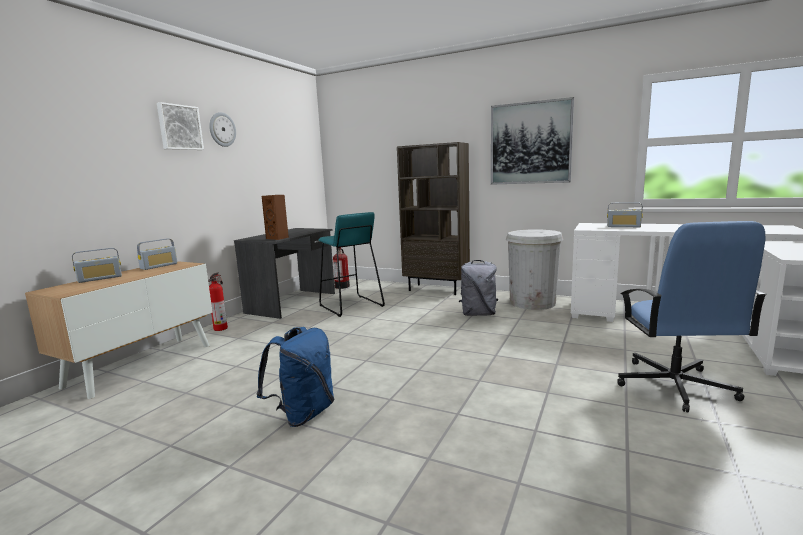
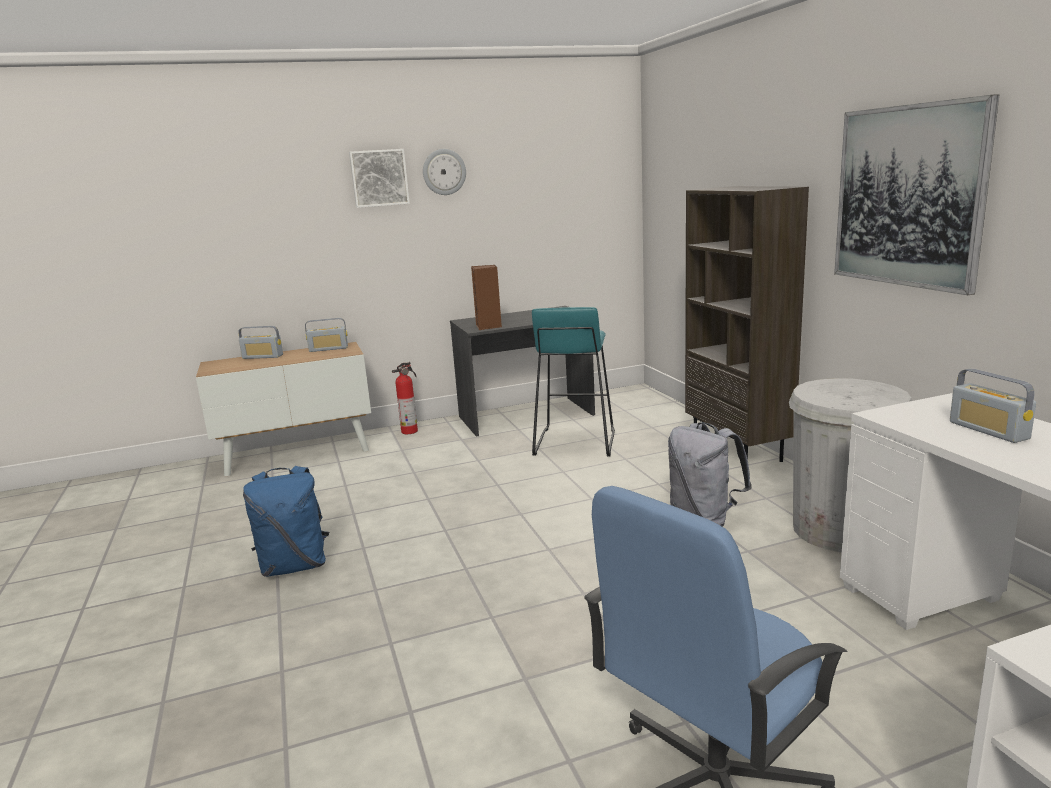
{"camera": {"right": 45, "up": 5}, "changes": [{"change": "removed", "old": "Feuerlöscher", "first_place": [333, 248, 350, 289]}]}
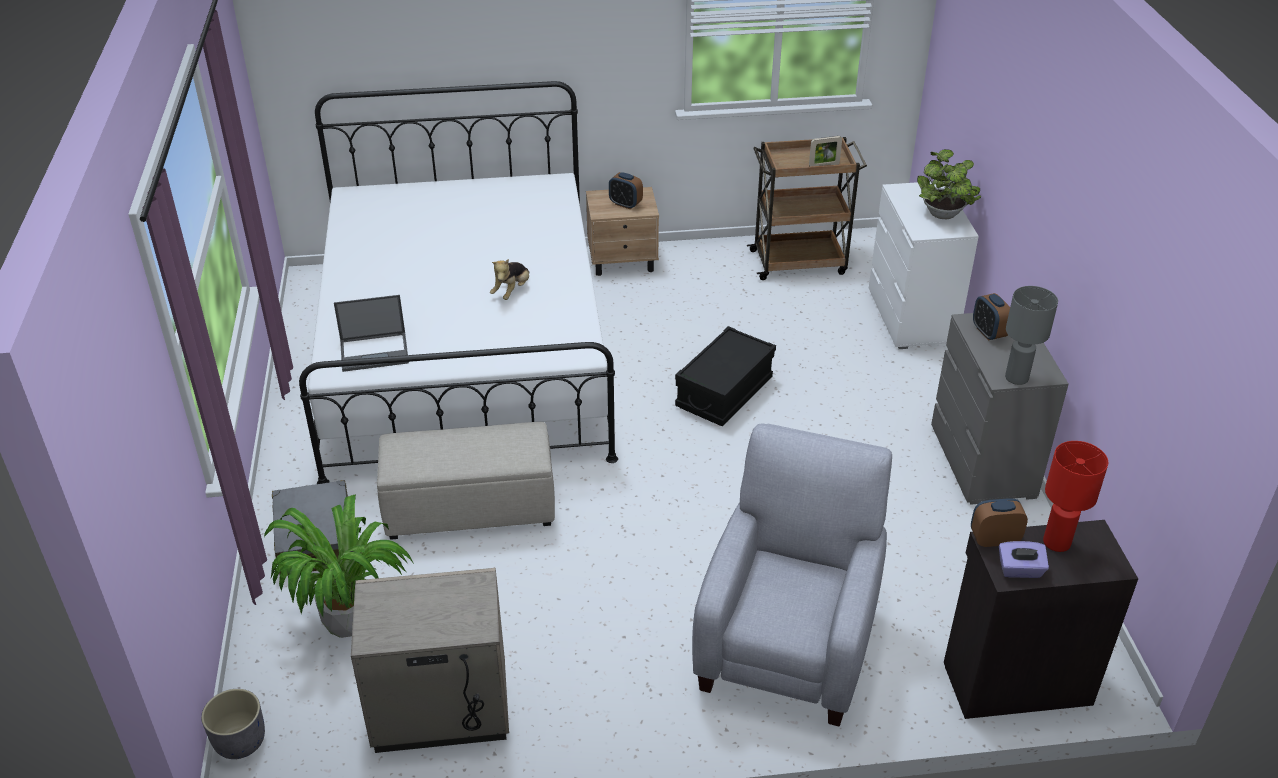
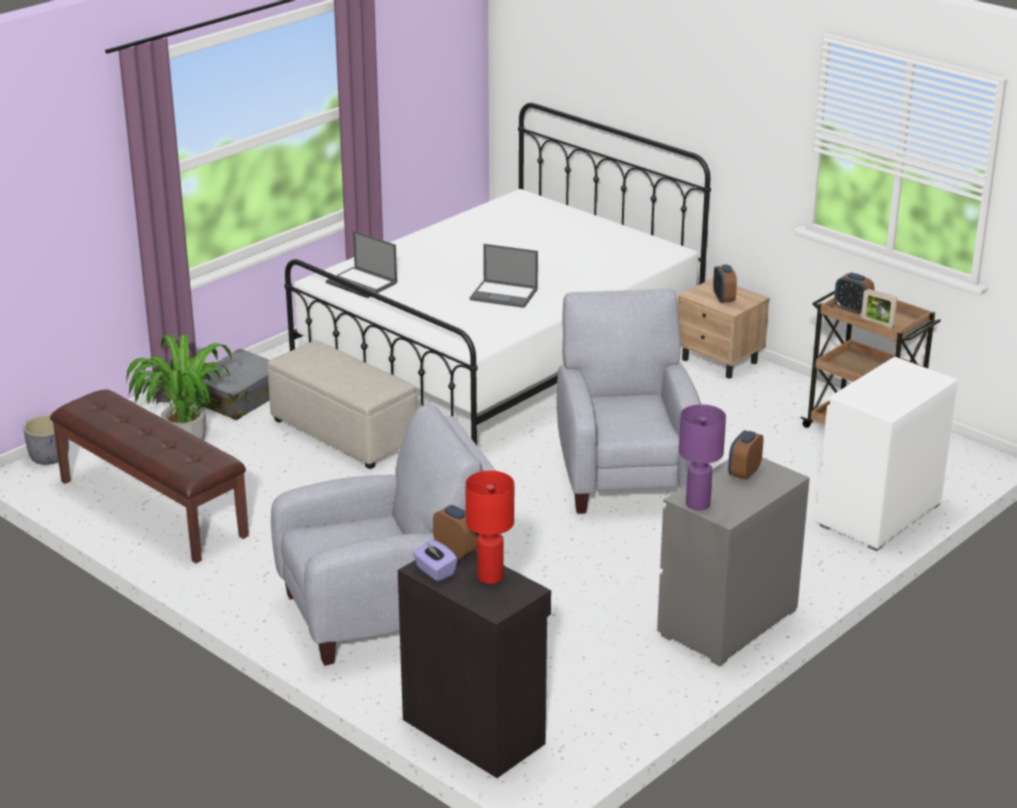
{"camera": {"right": 50, "up": -10}, "changes": [{"change": "replaced", "old": "Nachttisch [beige]", "new": "Bank [braun]", "first_place": [351, 568, 509, 753], "second_place": [50, 389, 249, 563]}, {"change": "replaced", "old": "Plüschtier", "new": "Laptop", "first_place": [490, 259, 529, 300], "second_place": [470, 244, 538, 308]}, {"change": "replaced", "old": "Aufbewahrungsbox [schwarz]", "new": "Sessel [grau]", "first_place": [675, 326, 776, 426], "second_place": [557, 288, 701, 514]}, {"change": "removed", "old": "Topfpflanze", "first_place": [917, 149, 981, 219]}, {"change": "recoloured", "old": "Tischlampe [grau]", "new": "Tischlampe [lila]", "first_place": [1005, 286, 1058, 385], "second_place": [679, 404, 726, 511]}, {"change": "added", "new": "Wecker", "second_place": [834, 273, 875, 314]}]}
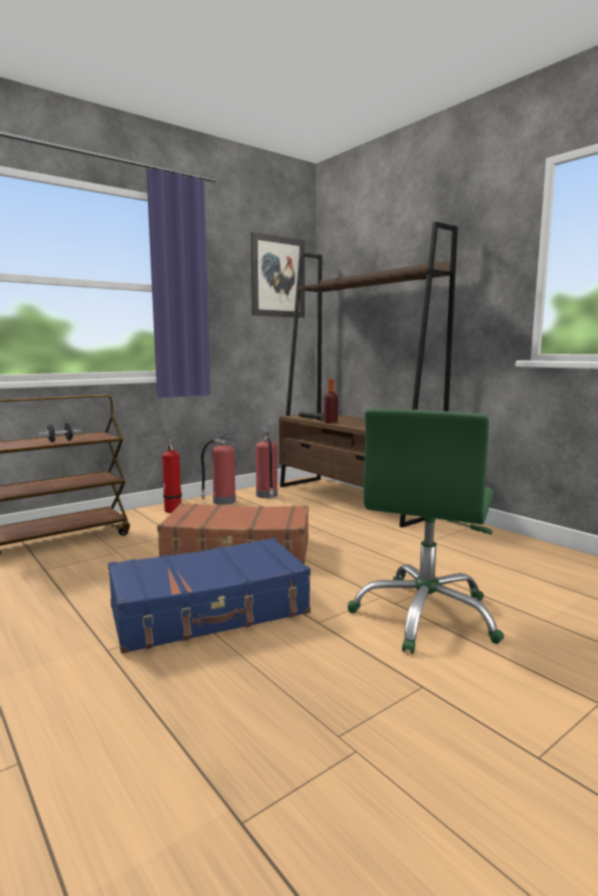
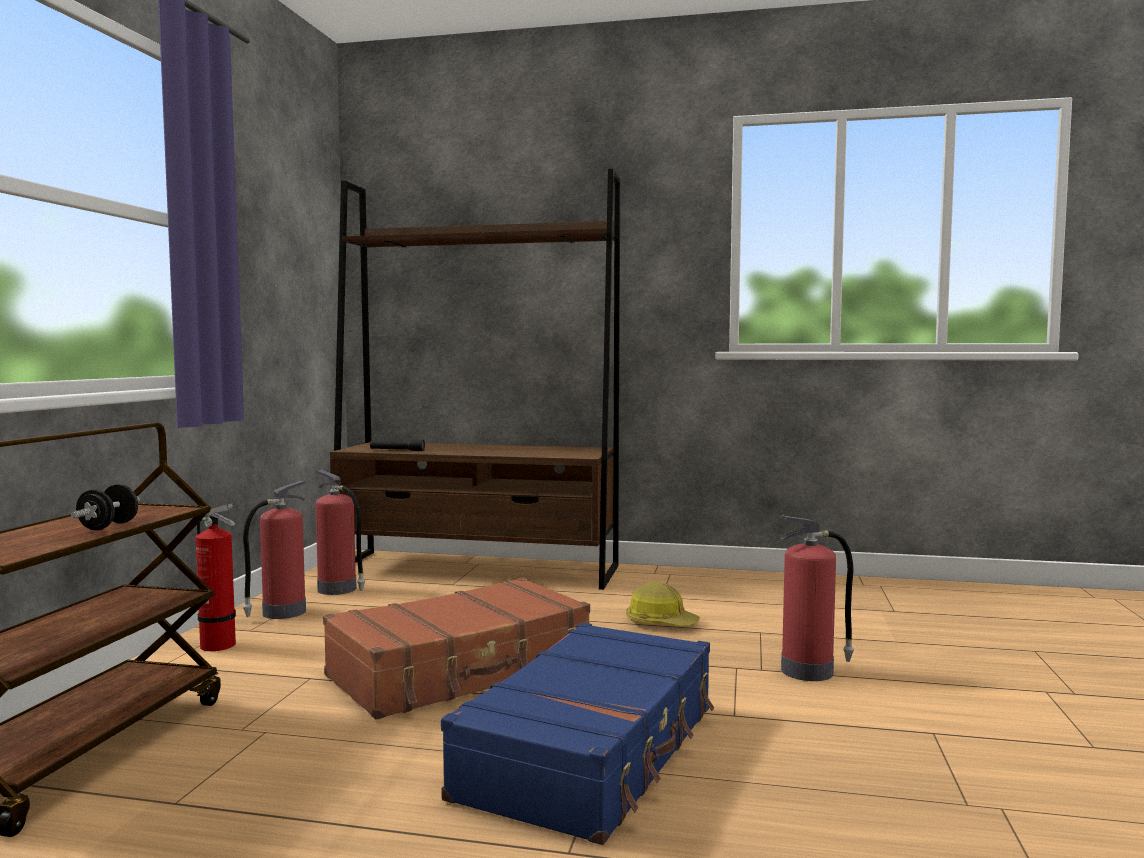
{"camera": {"right": -40, "up": -5}, "changes": [{"change": "removed", "old": "Bild", "first_place": [251, 232, 305, 318]}, {"change": "removed", "old": "Flasche", "first_place": [324, 379, 338, 423]}, {"change": "replaced", "old": "Bürostuhl [grün]", "new": "Feuerlöscher", "first_place": [348, 409, 504, 654], "second_place": [780, 515, 854, 681]}, {"change": "added", "new": "Schutzhelm", "second_place": [626, 581, 700, 626]}]}
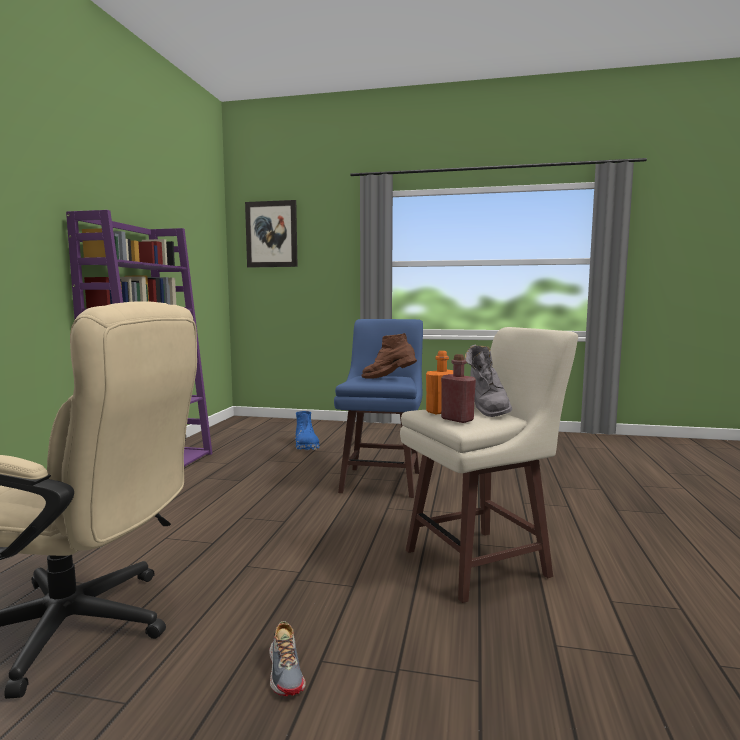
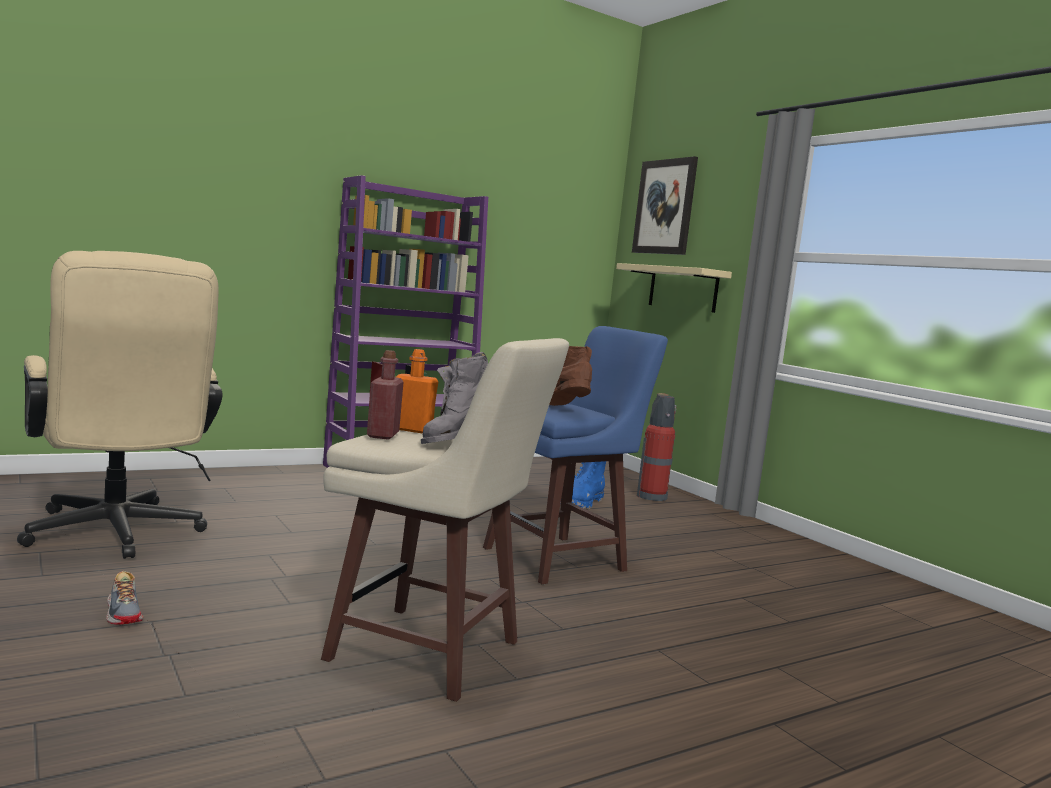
{"camera": {"right": 45, "up": 0}, "changes": [{"change": "turned", "old": "Schuh", "first_place": [269, 621, 306, 696], "second_place": [106, 571, 143, 625], "degrees": -60}, {"change": "added", "new": "Wandregal [beige]", "second_place": [616, 263, 732, 313]}, {"change": "added", "new": "Feuerlöscher", "second_place": [637, 393, 677, 501]}]}
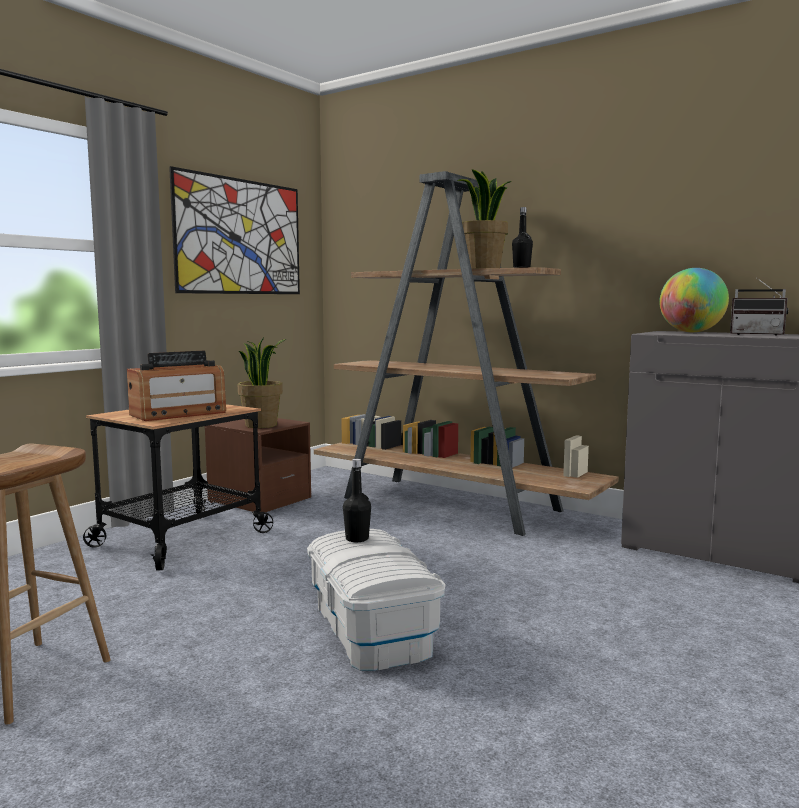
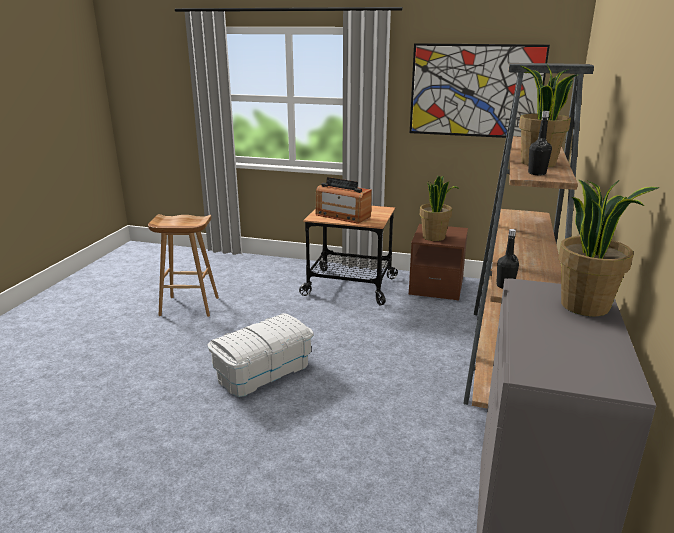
{"camera": {"right": 70, "up": 15}, "changes": [{"change": "moved", "old": "Flasche [schwarz]", "first_place": [343, 459, 371, 542], "second_place": [496, 229, 519, 289]}, {"change": "replaced", "old": "Globus", "new": "Topfpflanze", "first_place": [659, 268, 729, 332], "second_place": [558, 179, 660, 316]}, {"change": "removed", "old": "Radio", "first_place": [730, 277, 788, 336]}]}
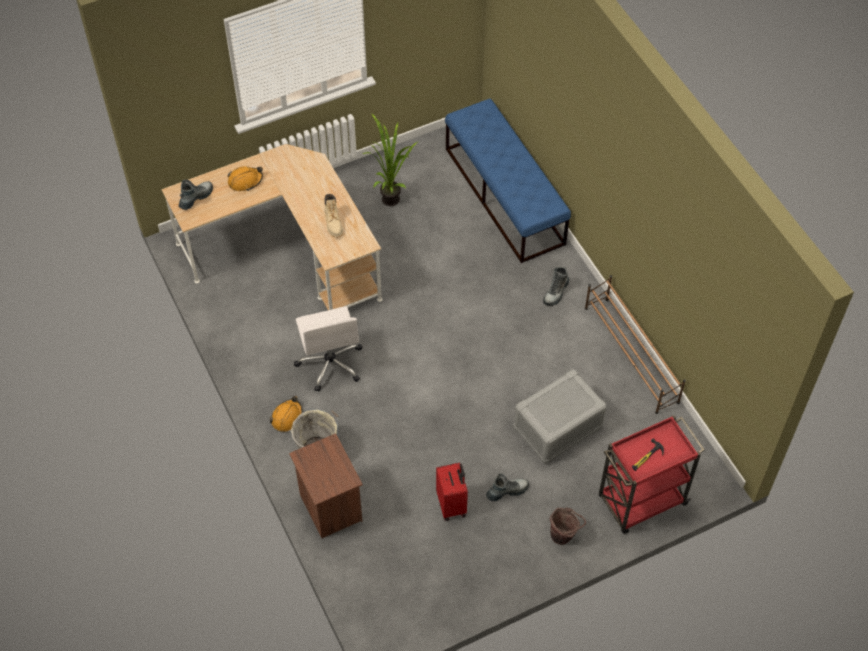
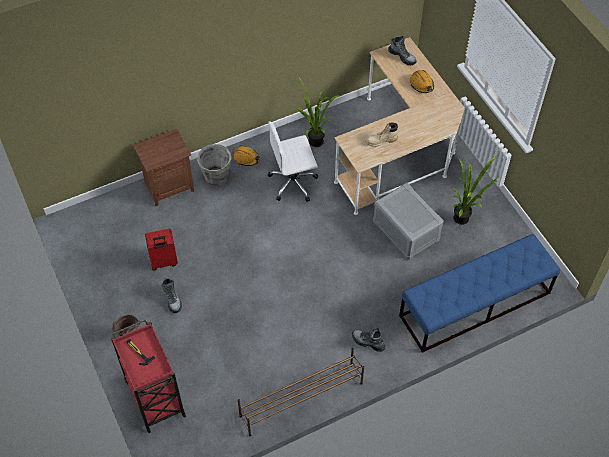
{"camera": {"right": 90, "up": 0}, "changes": [{"change": "moved", "old": "Aufbewahrungsbox [grau]", "first_place": [514, 369, 607, 464], "second_place": [373, 183, 444, 259]}, {"change": "added", "new": "Topfpflanze", "second_place": [296, 76, 342, 147]}]}
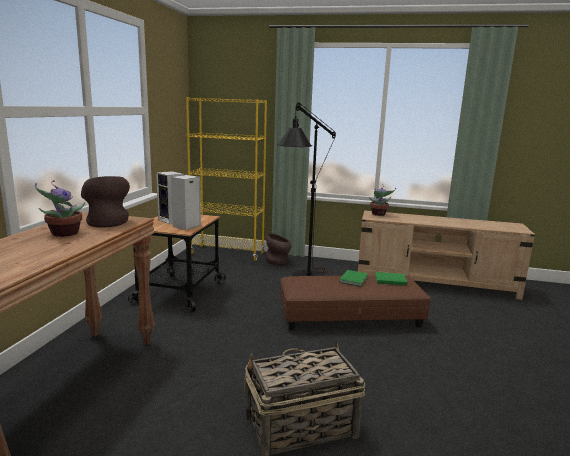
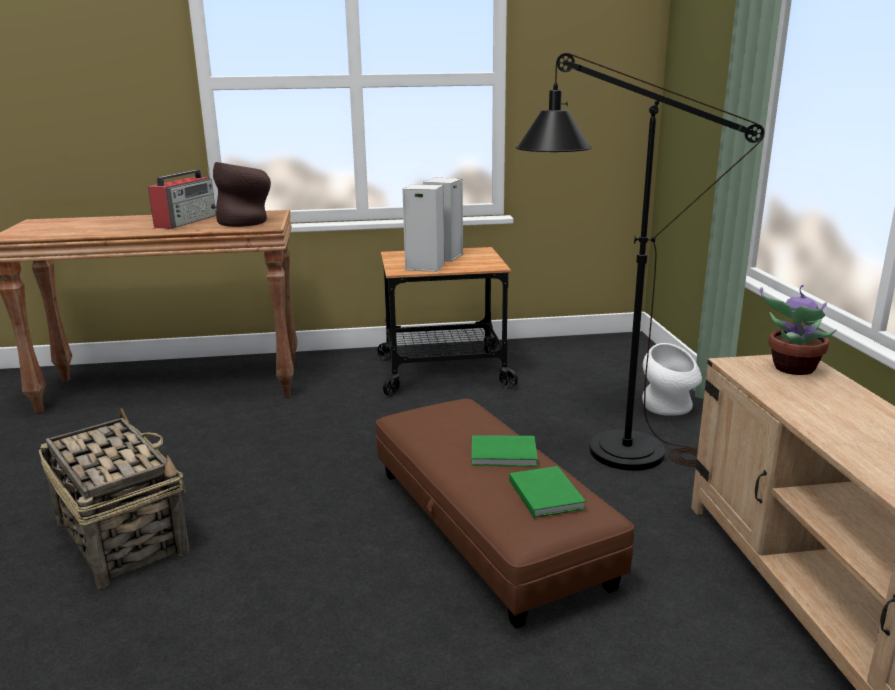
{"camera": {"right": 70, "up": 5}, "changes": [{"change": "replaced", "old": "Topfpflanze", "new": "Radio", "first_place": [35, 180, 85, 237], "second_place": [148, 167, 216, 229]}, {"change": "removed", "old": "Bücherregal [gelb]", "first_place": [186, 97, 267, 261]}, {"change": "recoloured", "old": "Vase [braun]", "new": "Vase [weiß]", "first_place": [266, 233, 292, 265], "second_place": [642, 343, 702, 416]}]}
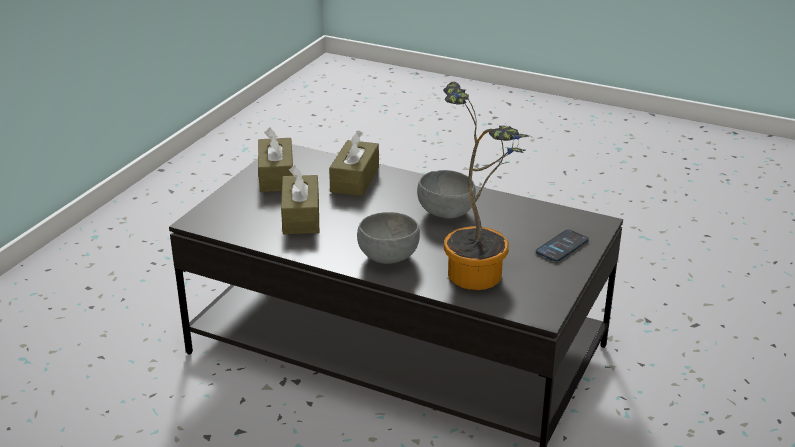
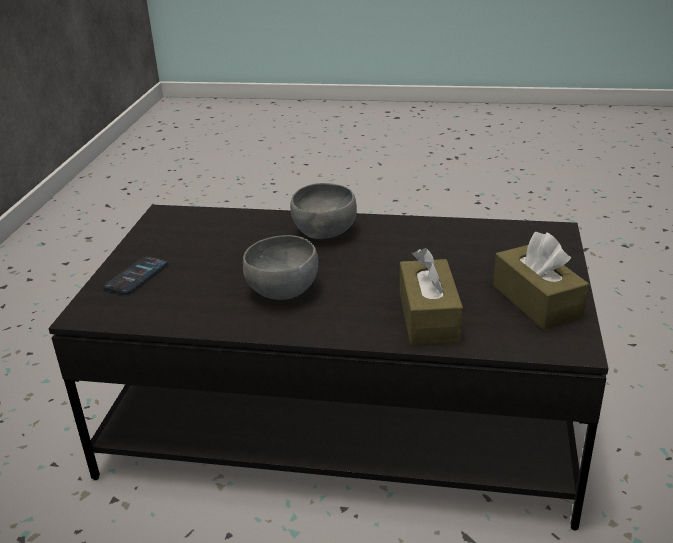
{"camera": {"right": 165, "up": 0}, "changes": [{"change": "removed", "old": "Taschentuchbox [braun]", "first_place": [281, 165, 319, 234]}, {"change": "removed", "old": "Topfpflanze", "first_place": [443, 82, 529, 290]}]}
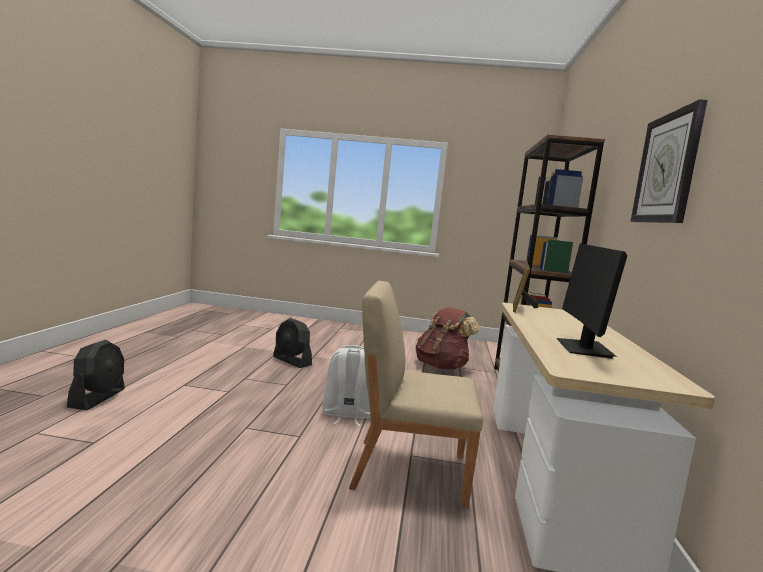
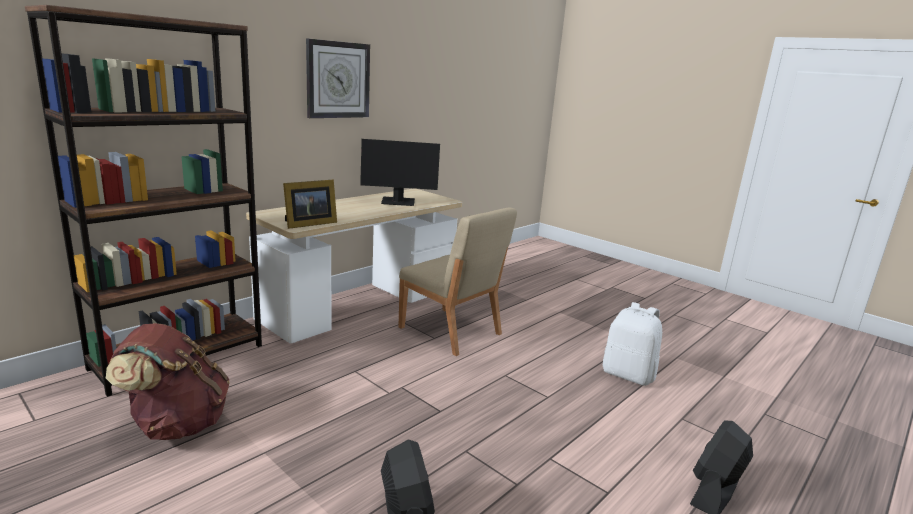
{"camera": {"right": -145, "up": 10}, "changes": [{"change": "moved", "old": "Rucksack [weiß]", "first_place": [322, 345, 370, 426], "second_place": [603, 302, 662, 386]}, {"change": "turned", "old": "Monitor", "first_place": [556, 243, 627, 359], "second_place": [360, 139, 440, 206], "degrees": 45}]}
